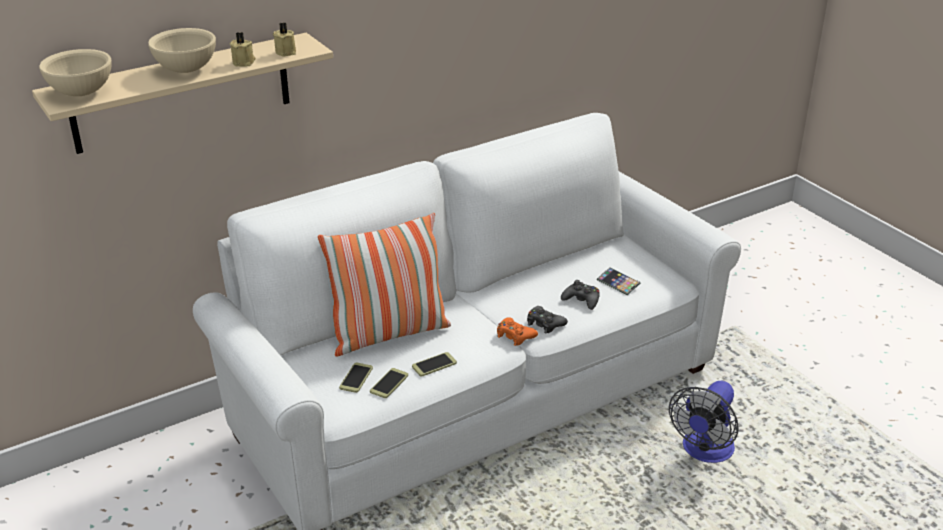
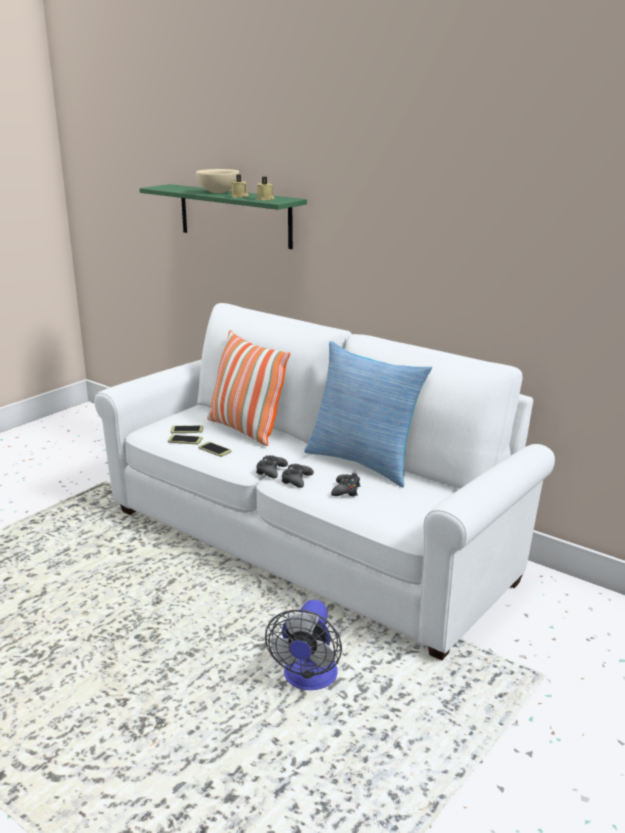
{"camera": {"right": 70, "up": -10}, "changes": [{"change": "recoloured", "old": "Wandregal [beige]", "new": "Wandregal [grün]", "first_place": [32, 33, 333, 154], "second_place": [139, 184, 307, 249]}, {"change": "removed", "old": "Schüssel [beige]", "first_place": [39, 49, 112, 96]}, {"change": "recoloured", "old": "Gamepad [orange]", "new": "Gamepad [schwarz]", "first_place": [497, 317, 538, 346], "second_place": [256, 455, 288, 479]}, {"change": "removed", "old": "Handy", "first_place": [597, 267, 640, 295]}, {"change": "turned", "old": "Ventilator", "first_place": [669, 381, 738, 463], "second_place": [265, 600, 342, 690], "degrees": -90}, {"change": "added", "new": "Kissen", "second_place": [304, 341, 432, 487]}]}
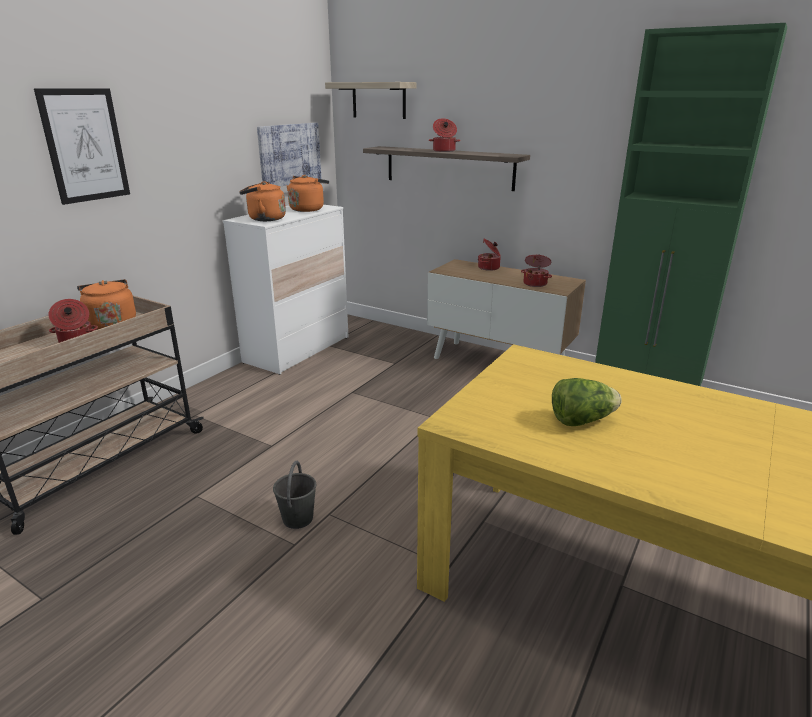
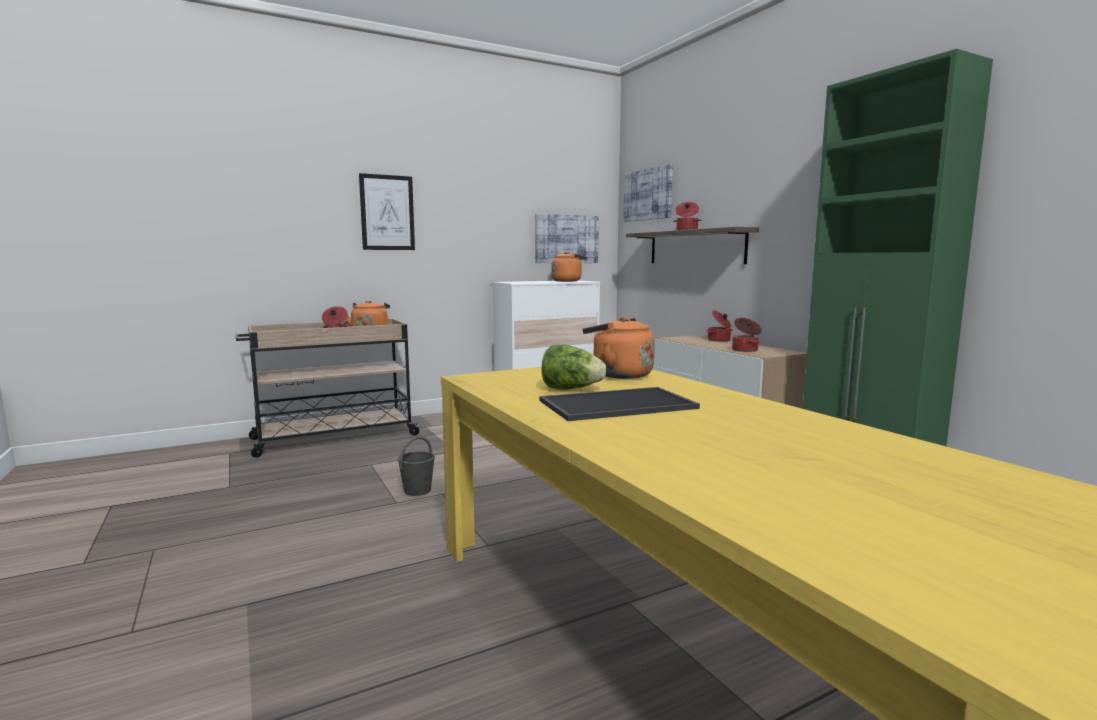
{"camera": {"right": 30, "up": -15}, "changes": [{"change": "moved", "old": "Wasserkessel [orange]", "first_place": [239, 181, 286, 221], "second_place": [583, 317, 655, 379]}, {"change": "replaced", "old": "Wandregal", "new": "Bild", "first_place": [325, 82, 417, 119], "second_place": [623, 164, 673, 222]}, {"change": "added", "new": "Tablett", "second_place": [539, 387, 700, 421]}]}
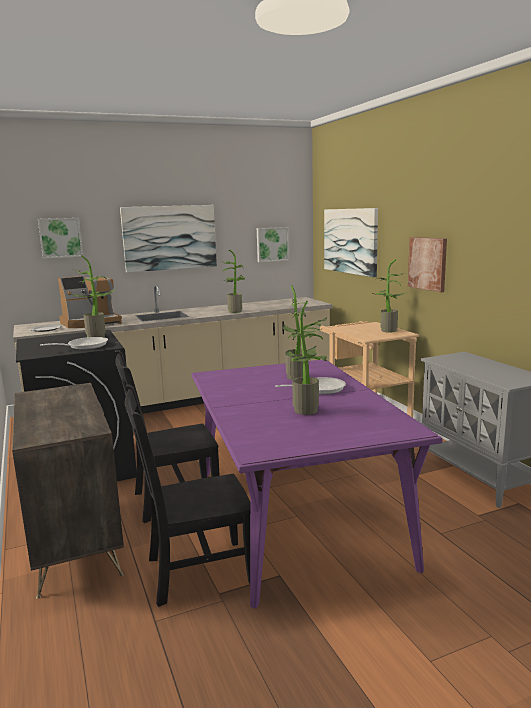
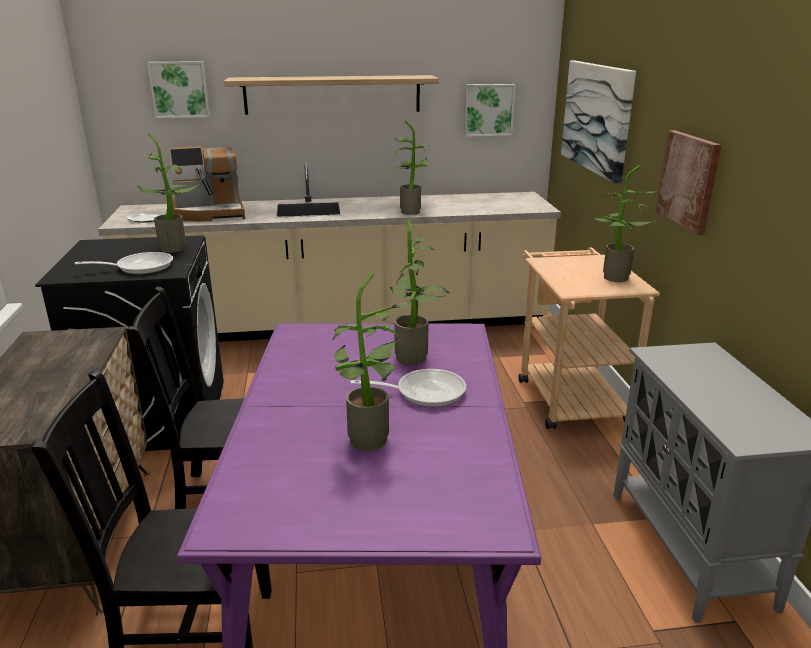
{"camera": {"right": 15, "up": 10}, "changes": [{"change": "replaced", "old": "Bild", "new": "Wandregal", "first_place": [120, 205, 217, 272], "second_place": [224, 75, 439, 115]}]}
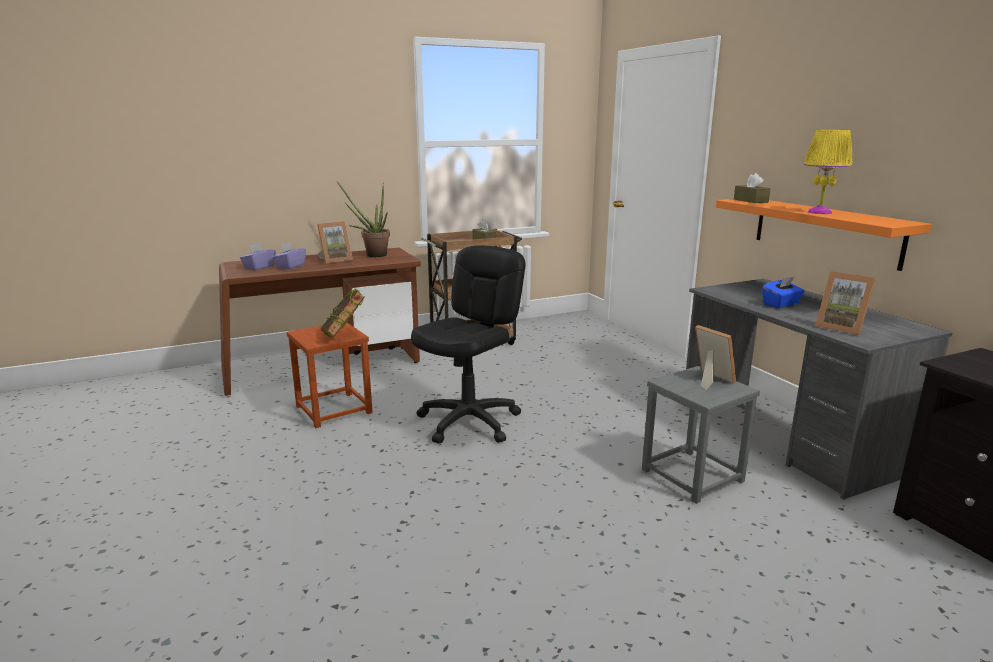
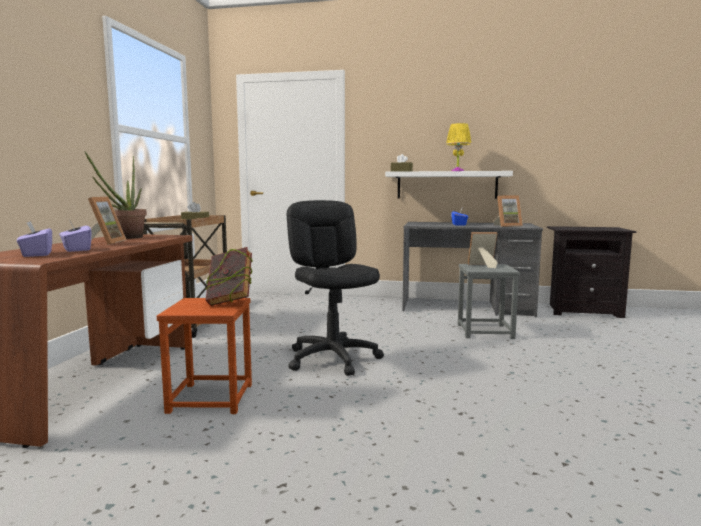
{"camera": {"right": -55, "up": -10}, "changes": [{"change": "recoloured", "old": "Wandregal [orange]", "new": "Wandregal [weiß]", "first_place": [716, 199, 932, 271], "second_place": [385, 171, 513, 199]}]}
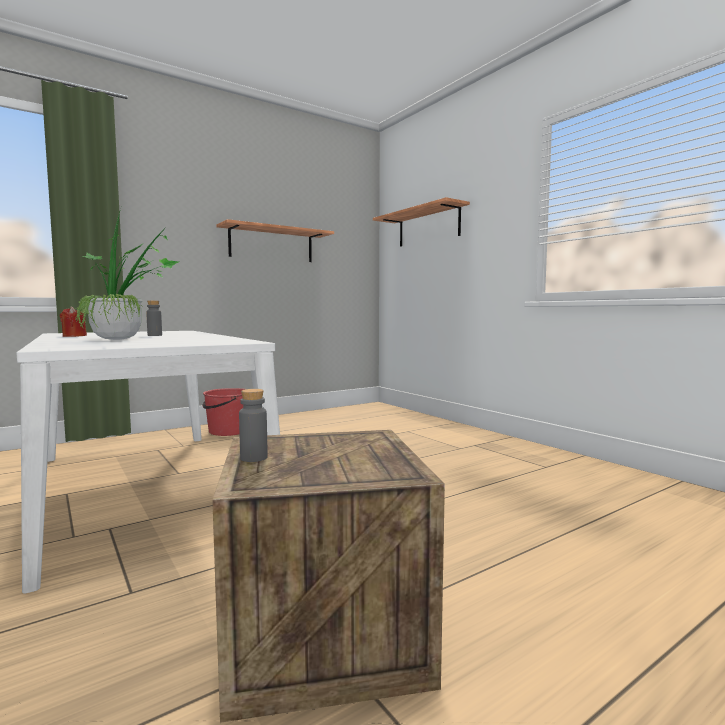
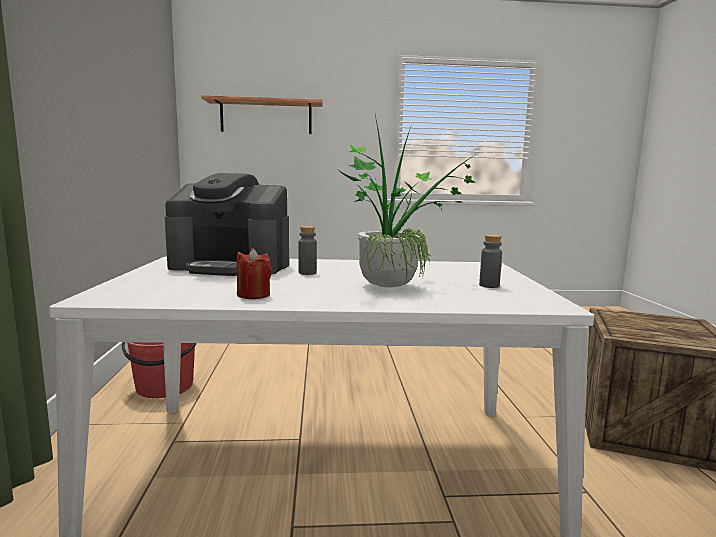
{"camera": {"right": -60, "up": 5}, "changes": [{"change": "removed", "old": "Wandregal", "first_place": [216, 219, 334, 262]}, {"change": "moved", "old": "Flasche [grau]", "first_place": [239, 389, 268, 462], "second_place": [479, 235, 502, 288]}, {"change": "added", "new": "Kaffeemaschine", "second_place": [165, 173, 289, 276]}]}
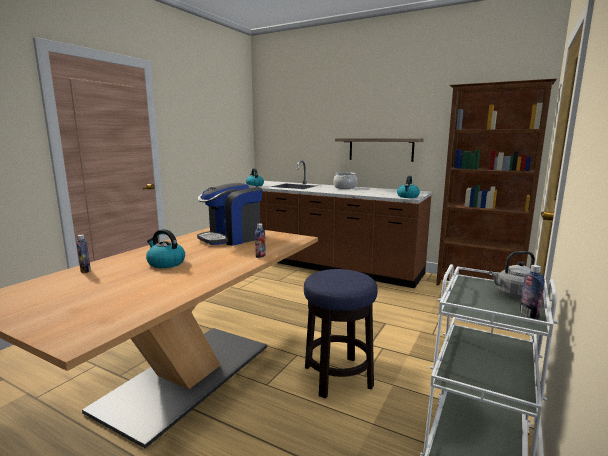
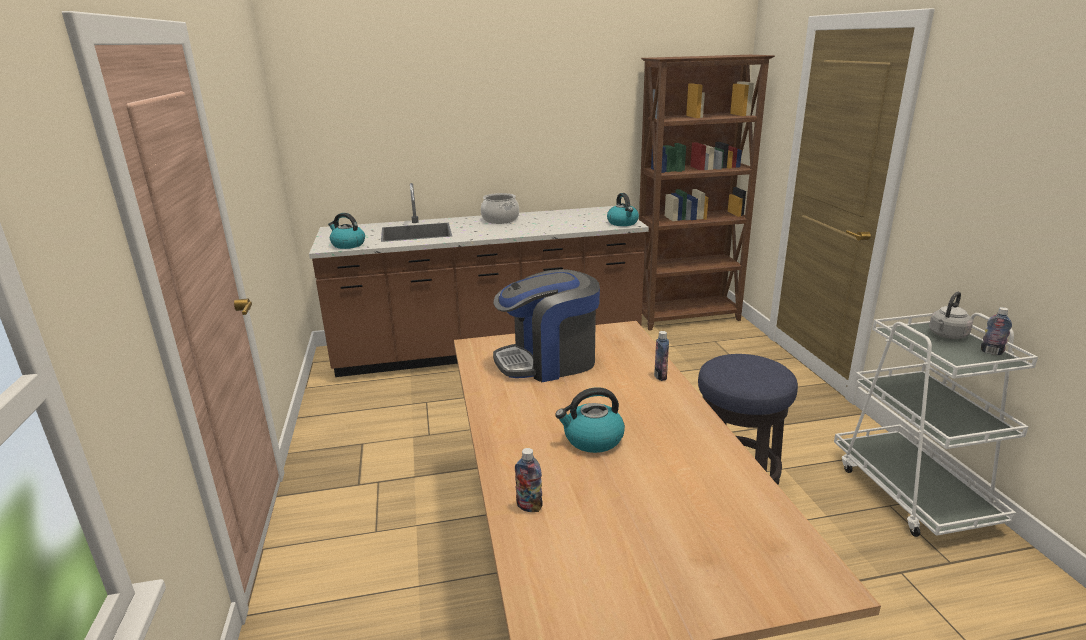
{"camera": {"right": -40, "up": 10}, "changes": [{"change": "turned", "old": "Kaffeemaschine", "first_place": [197, 183, 262, 246], "second_place": [493, 269, 600, 382], "degrees": 60}, {"change": "removed", "old": "Wandregal", "first_place": [335, 138, 424, 162]}]}
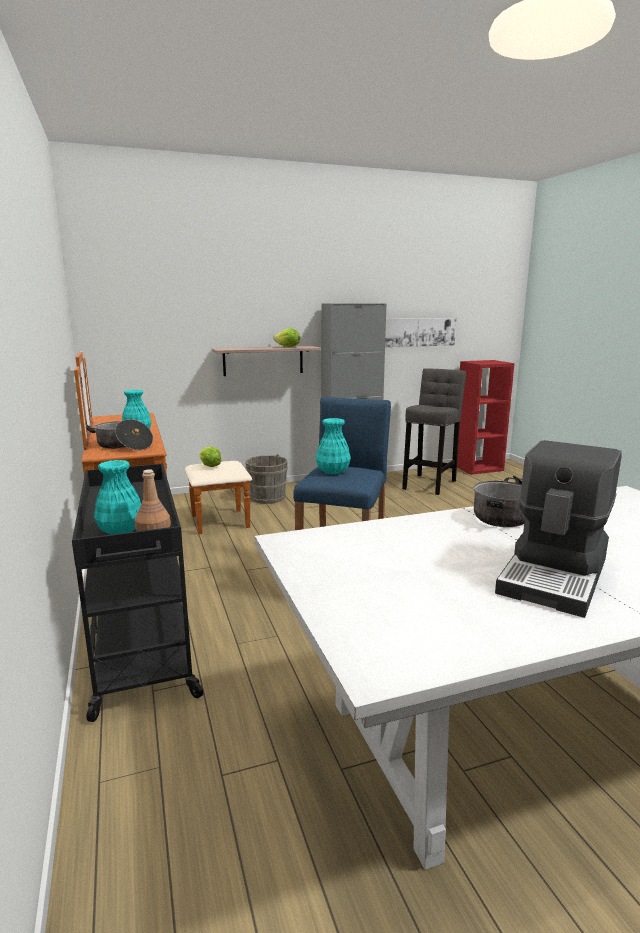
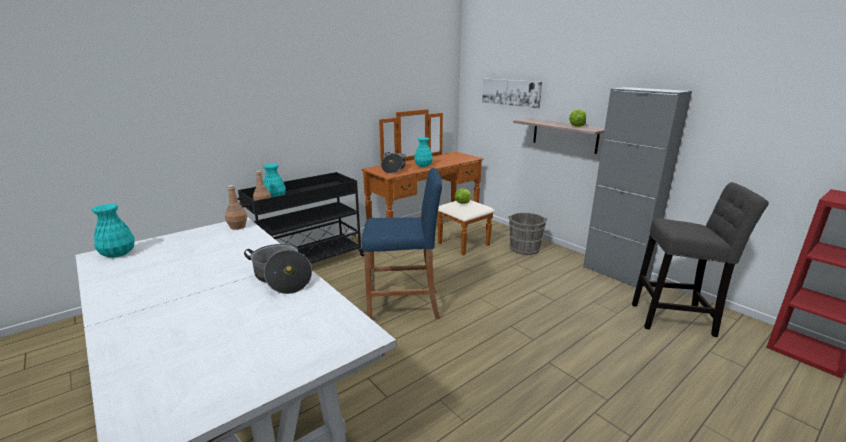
{"camera": {"right": 70, "up": 5}, "changes": [{"change": "moved", "old": "Vase [türkis]", "first_place": [316, 418, 351, 474], "second_place": [92, 204, 135, 258]}, {"change": "moved", "old": "Bild", "first_place": [385, 318, 457, 347], "second_place": [482, 79, 542, 108]}, {"change": "removed", "old": "Kaffeemaschine", "first_place": [495, 440, 622, 618]}, {"change": "added", "new": "Flasche [braun]", "second_place": [225, 185, 247, 230]}]}
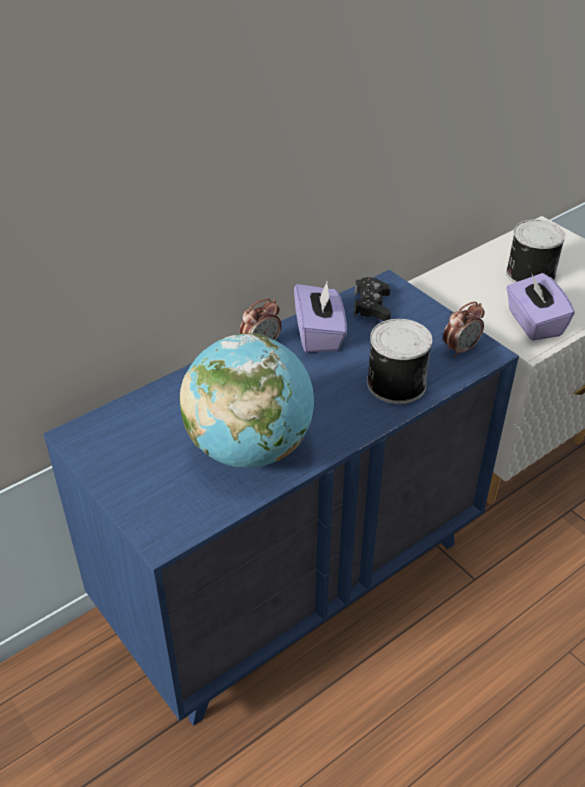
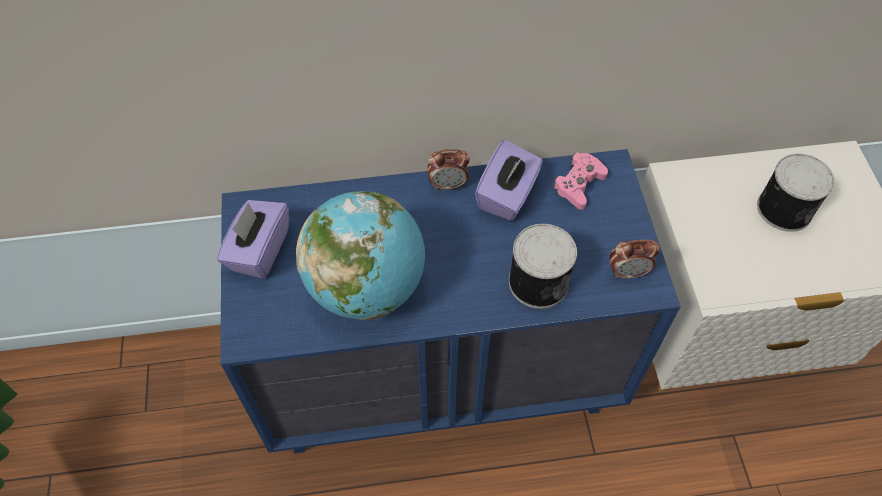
{"camera": {"right": 30, "up": 15}, "changes": [{"change": "recoloured", "old": "Gamepad [schwarz]", "new": "Gamepad [rosa]", "first_place": [354, 277, 391, 321], "second_place": [553, 152, 608, 210]}, {"change": "moved", "old": "Taschentuchbox [lila]", "first_place": [506, 273, 575, 341], "second_place": [217, 200, 289, 279]}]}
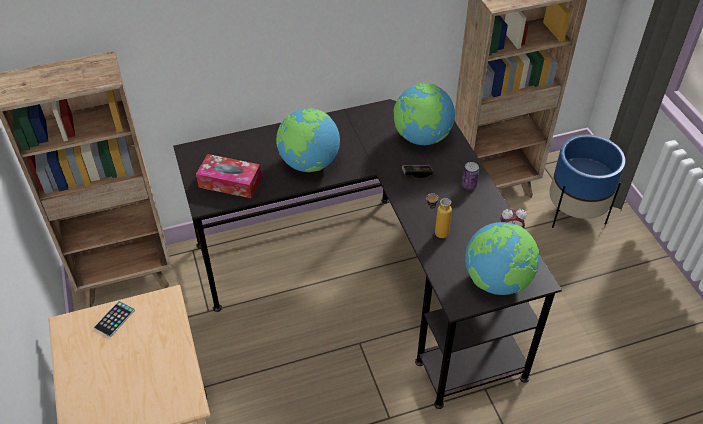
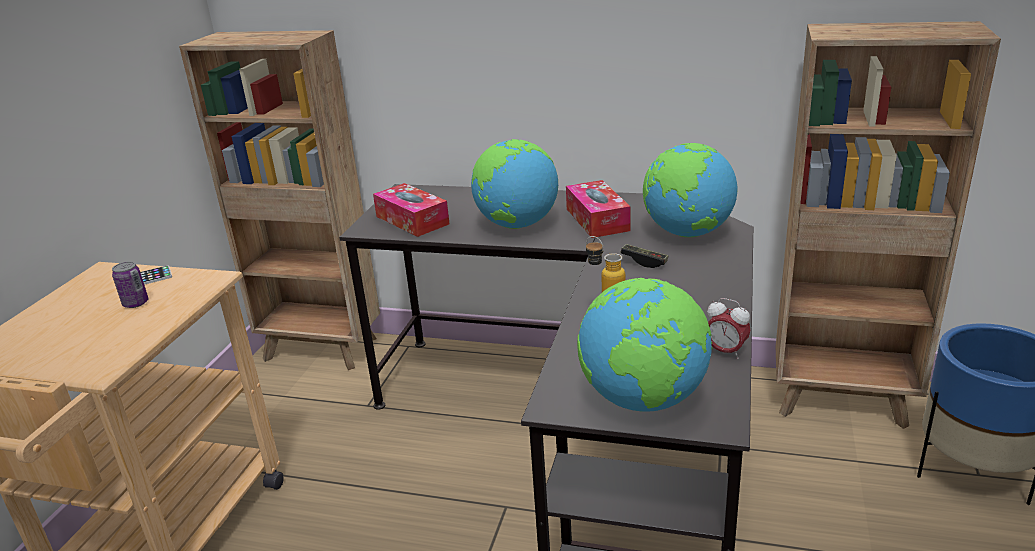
{"camera": {"right": 35, "up": -20}, "changes": [{"change": "moved", "old": "Dose", "first_place": [462, 162, 479, 189], "second_place": [112, 261, 149, 308]}, {"change": "added", "new": "Taschentuchbox", "second_place": [566, 180, 630, 238]}]}
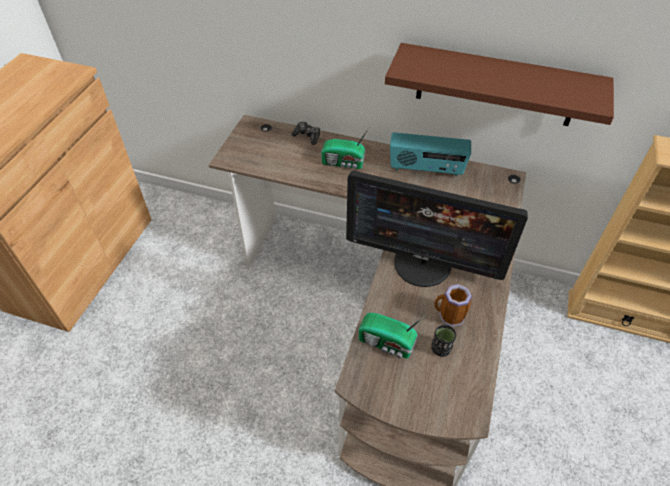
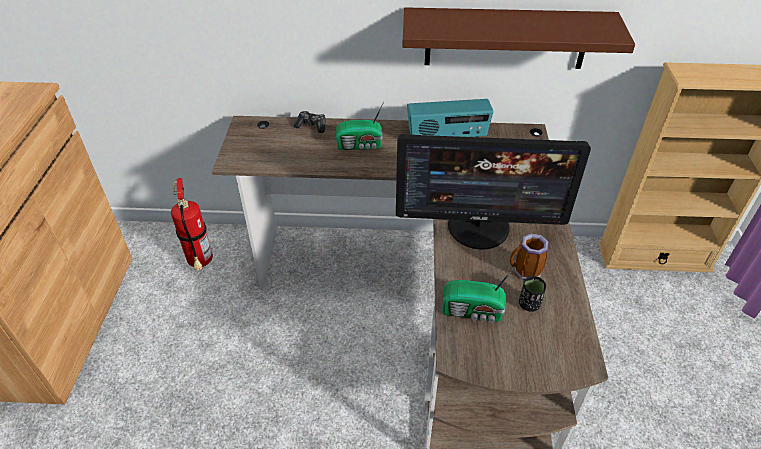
{"camera": {"right": -15, "up": -5}, "changes": [{"change": "added", "new": "Feuerlöscher", "second_place": [171, 178, 213, 271]}]}
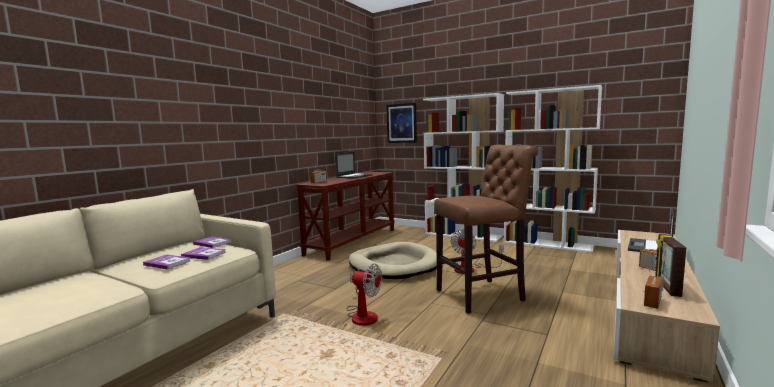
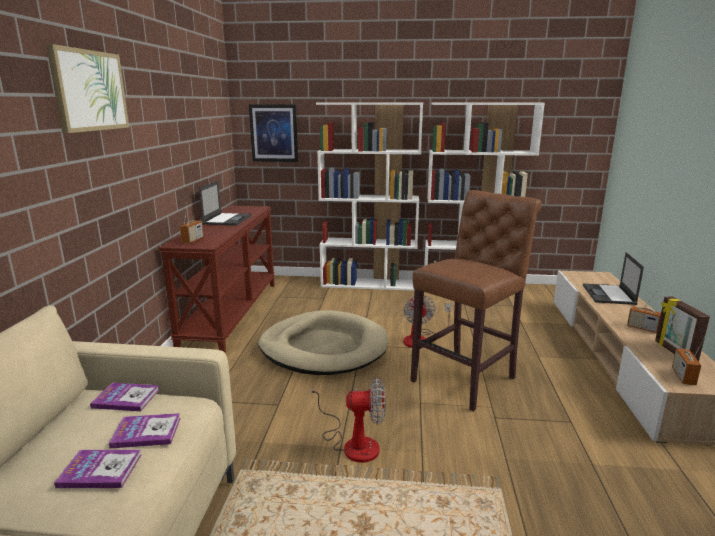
{"camera": {"right": -25, "up": 10}, "changes": [{"change": "added", "new": "Bild", "second_place": [46, 44, 129, 133]}]}
